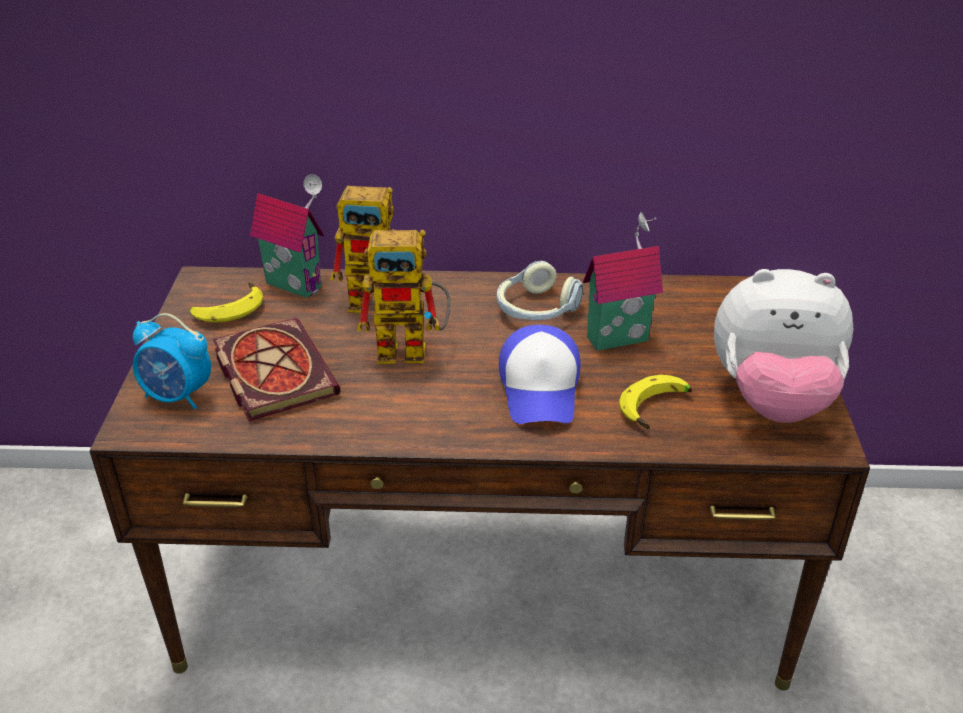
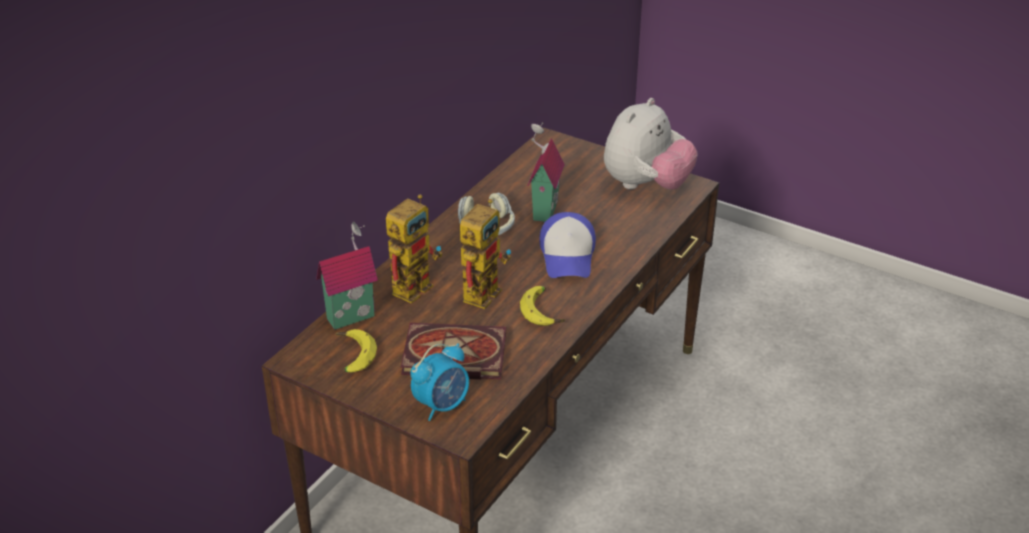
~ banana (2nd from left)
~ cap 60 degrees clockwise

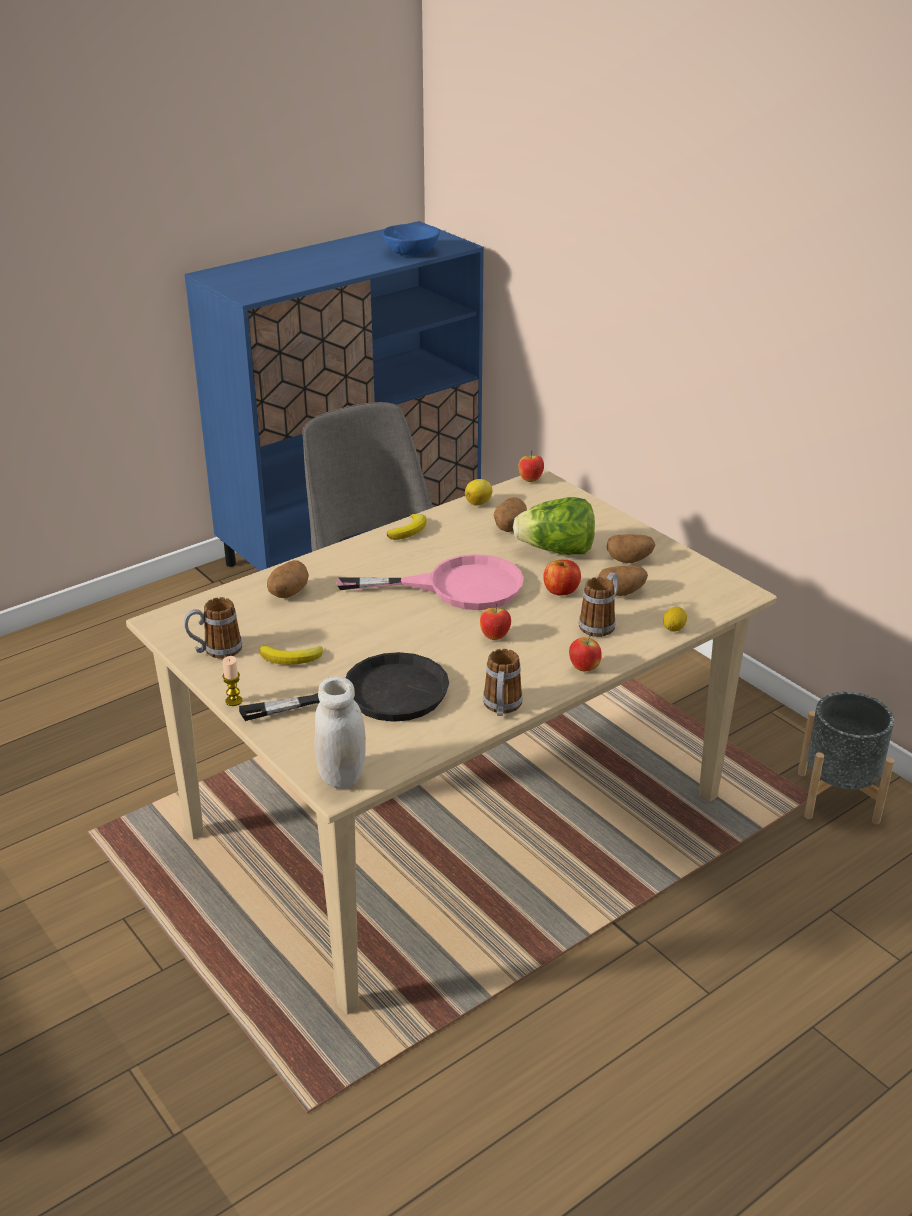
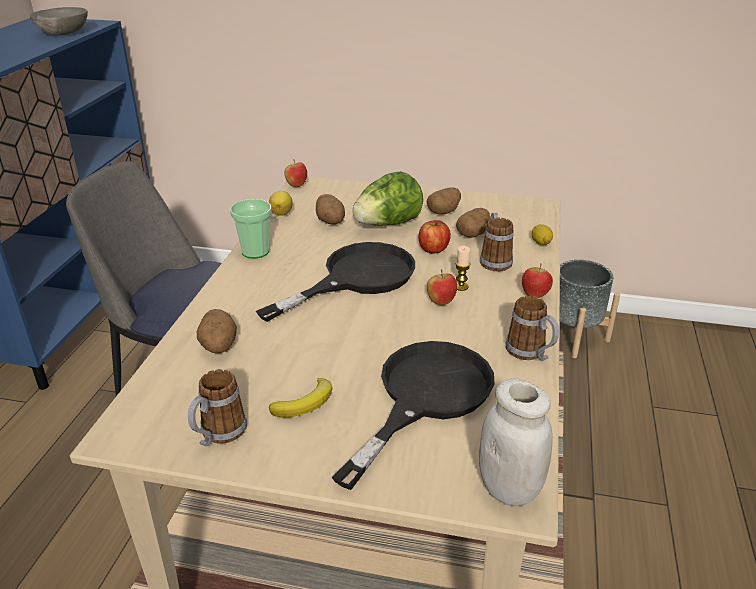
~ candle
~ banana (2nd from left) to cup
~ pink frying pan to black frying pan (1st from left)
~ blue bowl to grey bowl

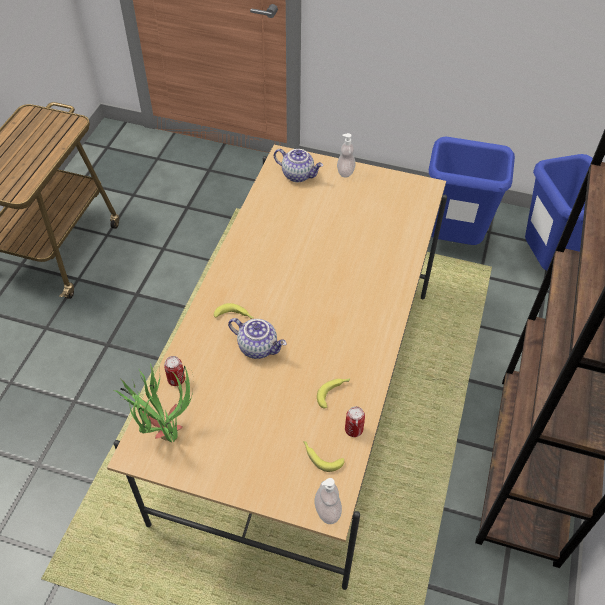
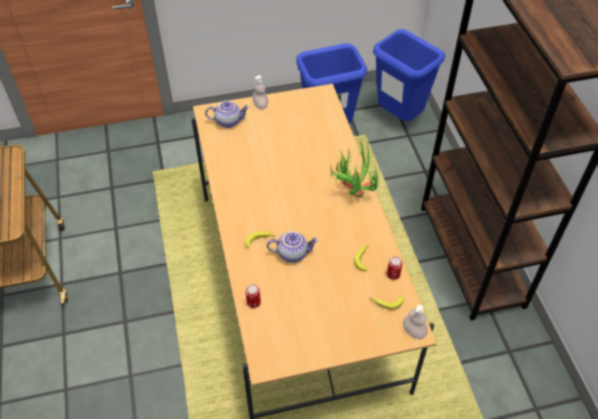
~ potted plant

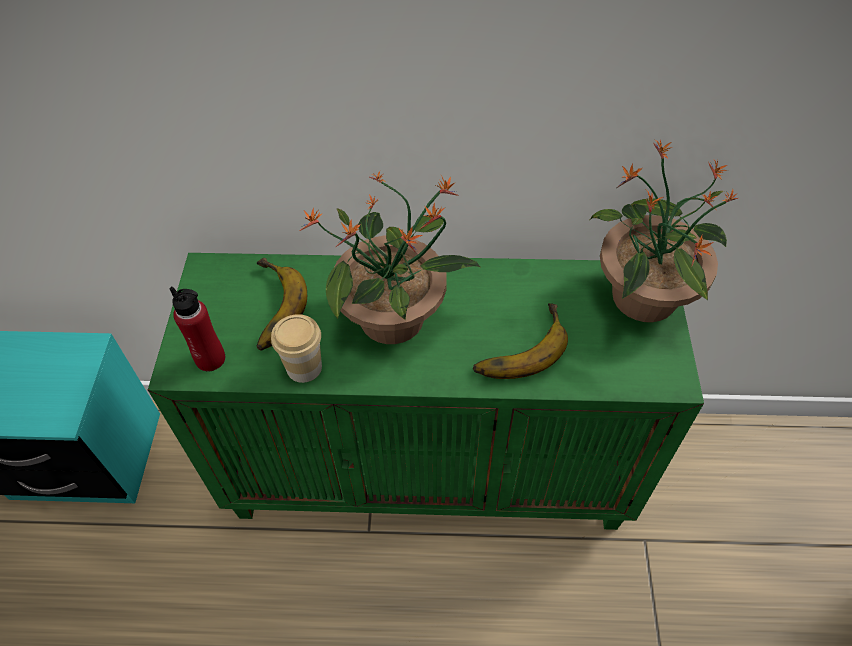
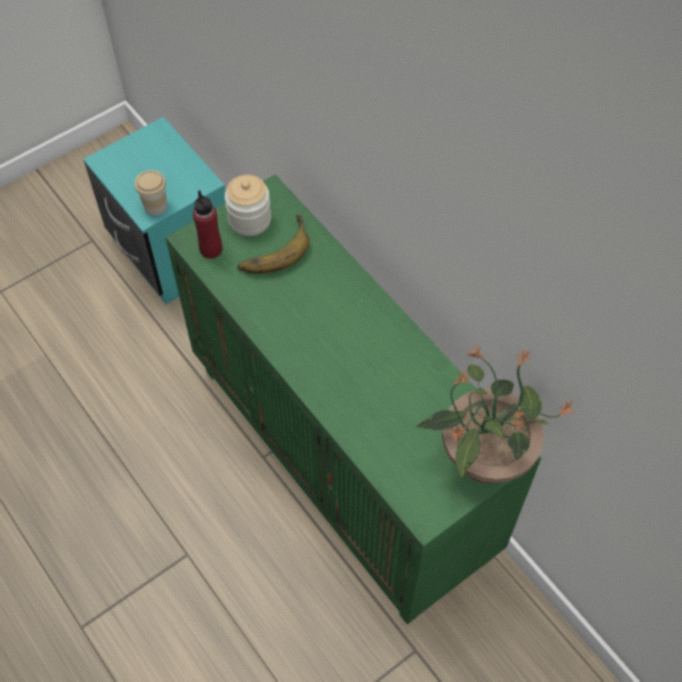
- potted plant (1st from left)
- banana (2nd from left)
+ jar
~ cup

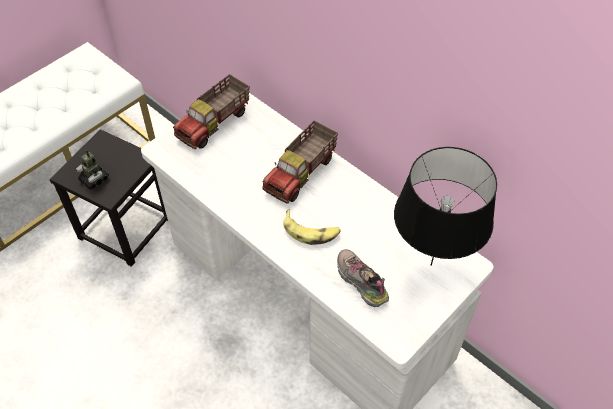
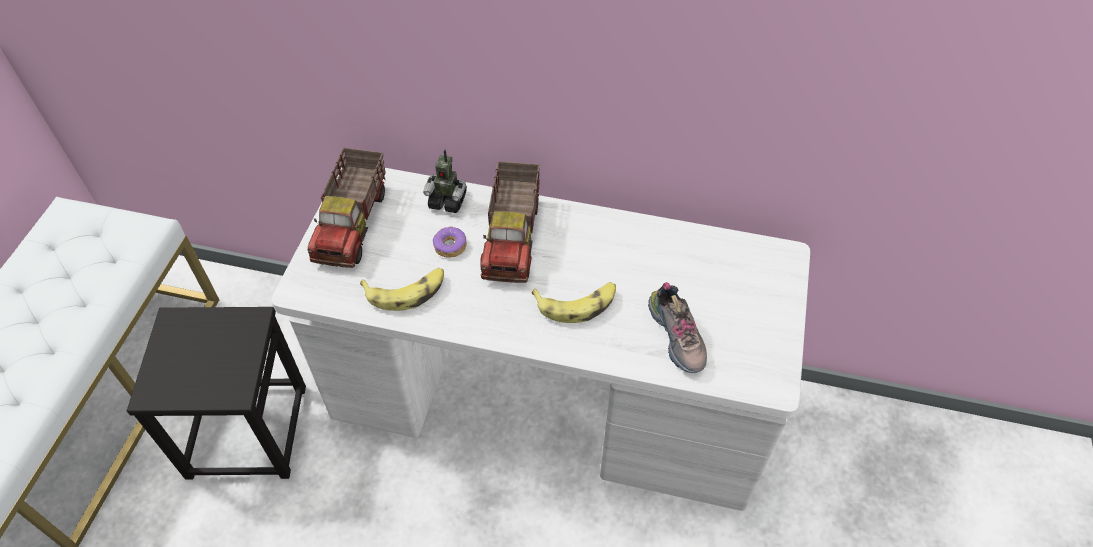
- black table lamp
+ banana (1st from left)
+ donut
~ toy robot
~ shoe 135 degrees counterclockwise

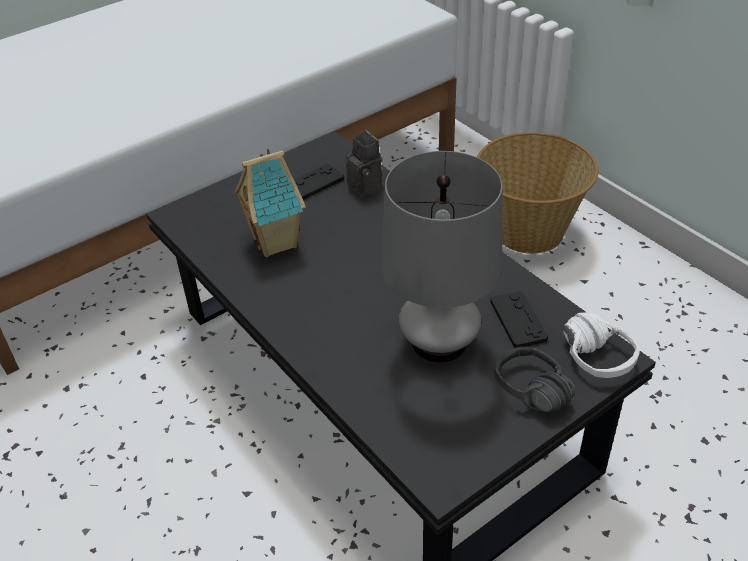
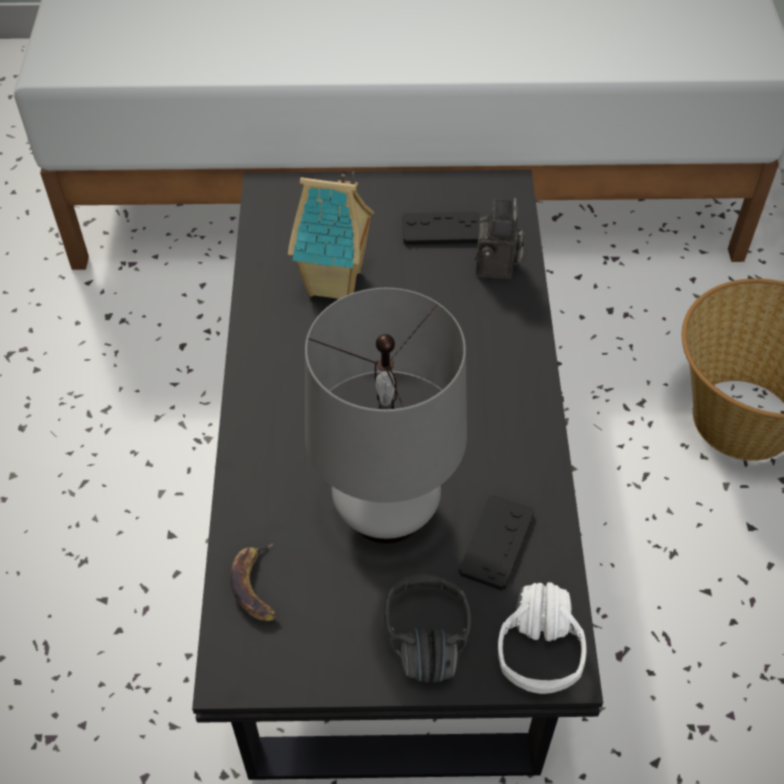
+ banana

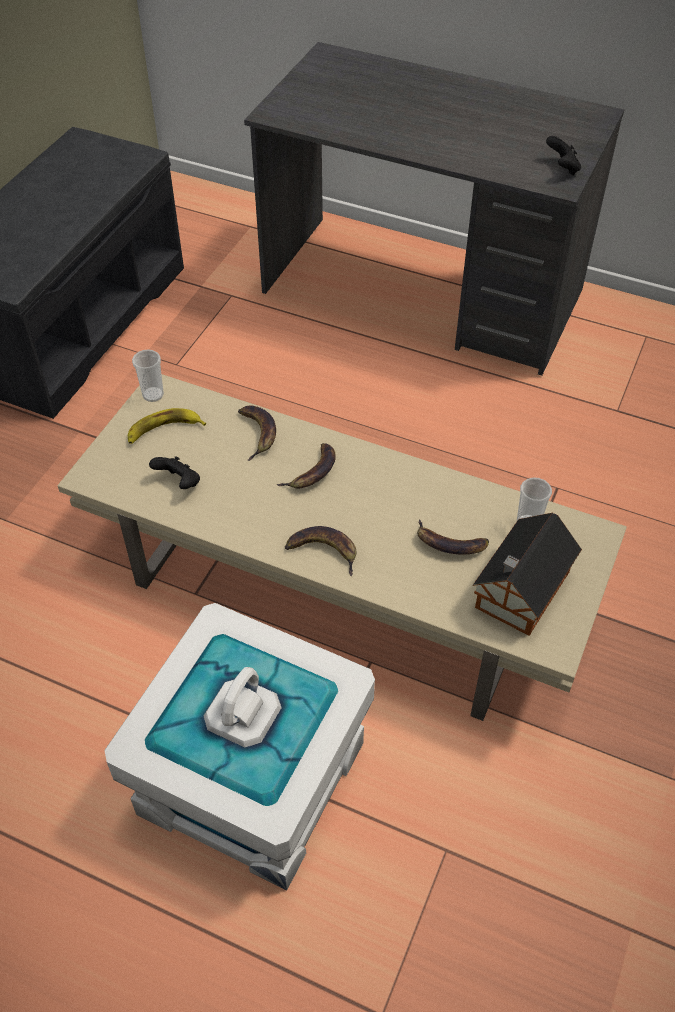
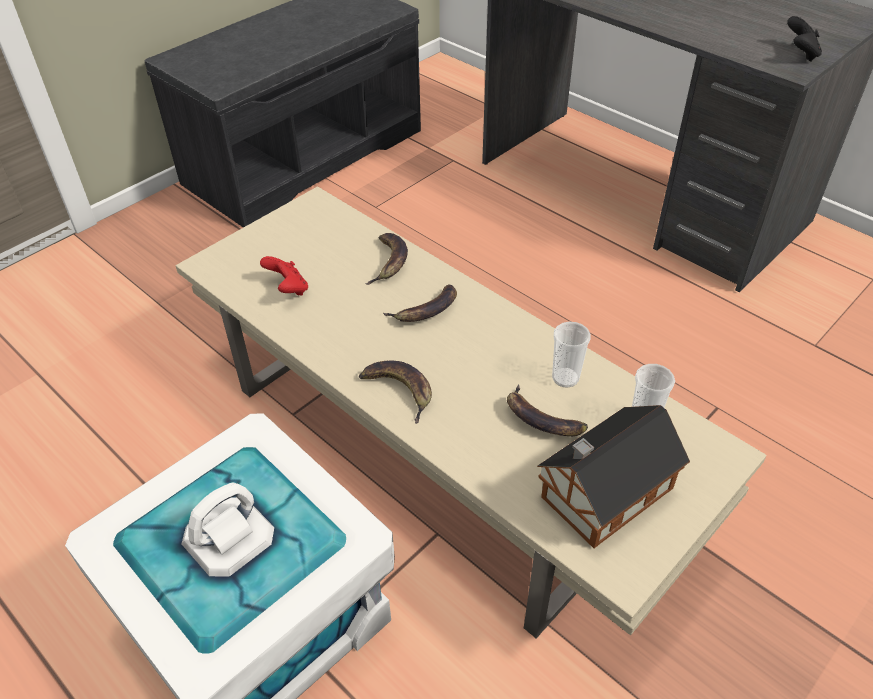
- banana (1st from left)
~ cup (1st from left)
~ black game controller (1st from left) to red game controller

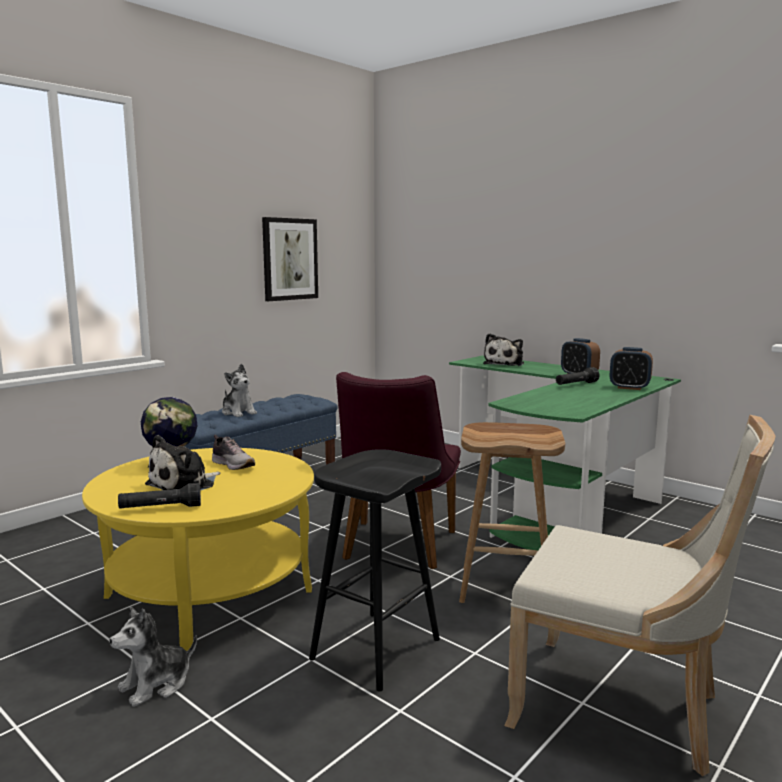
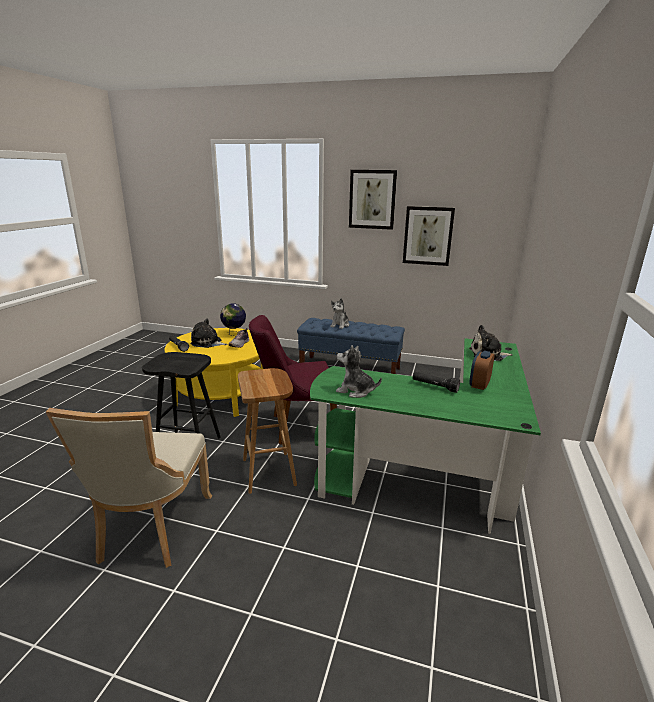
- alarm clock (2nd from left)
+ picture (1st from left)
~ plush toy (1st from left in the first image) to plush toy (3rd from left)

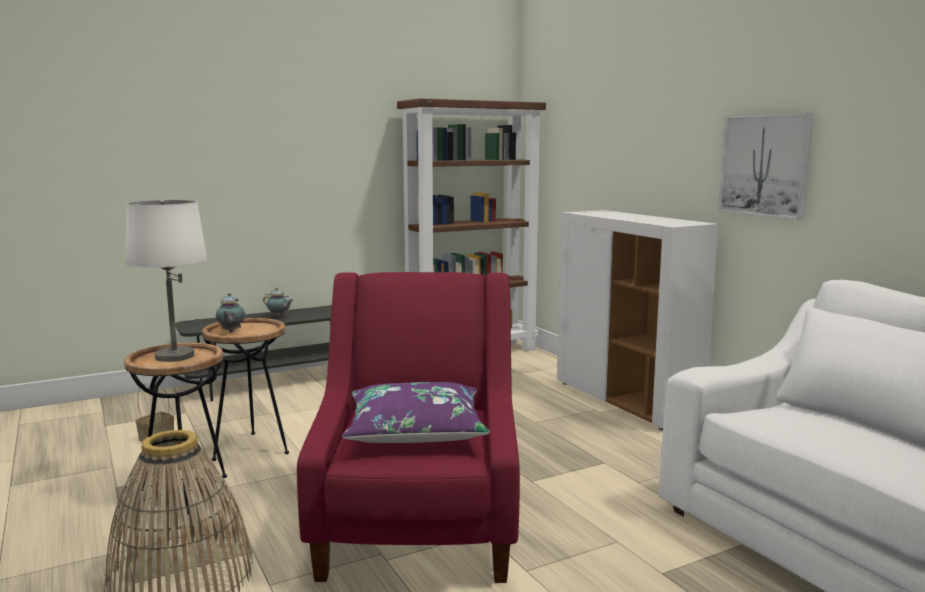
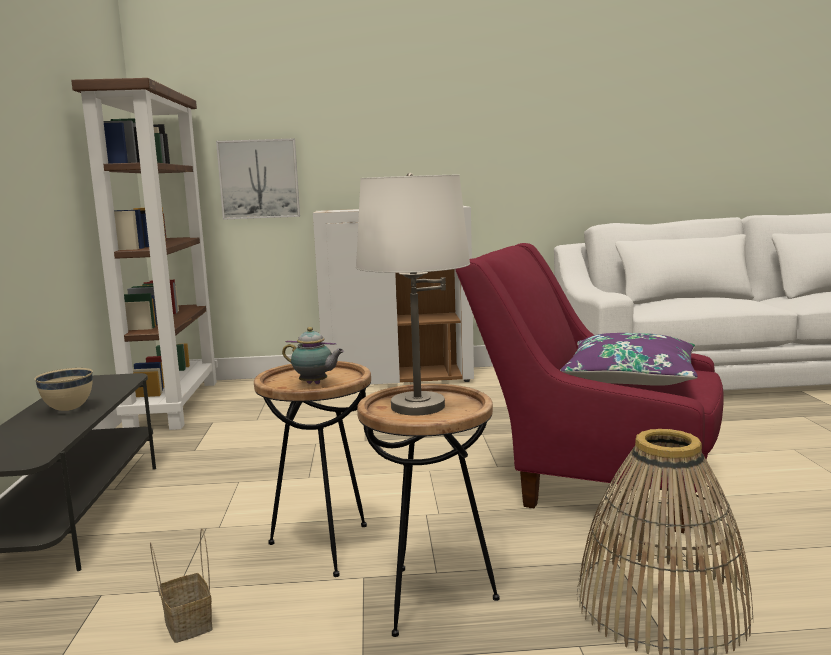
~ picture
~ teapot (2nd from left) to beige bowl

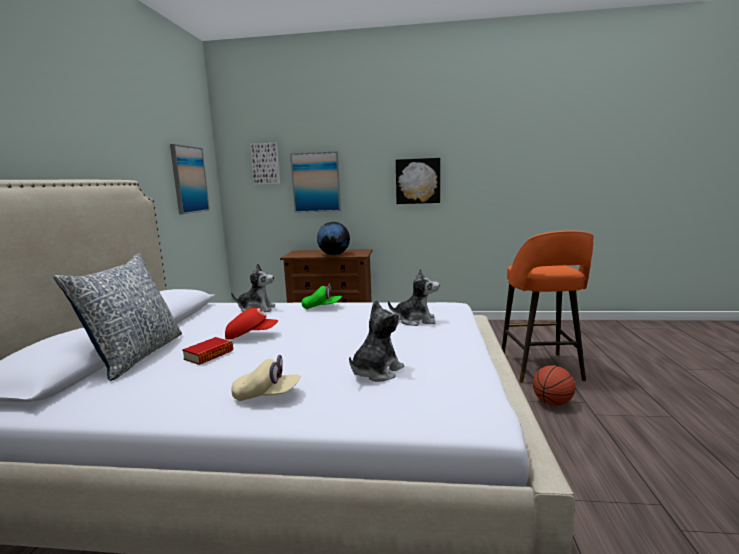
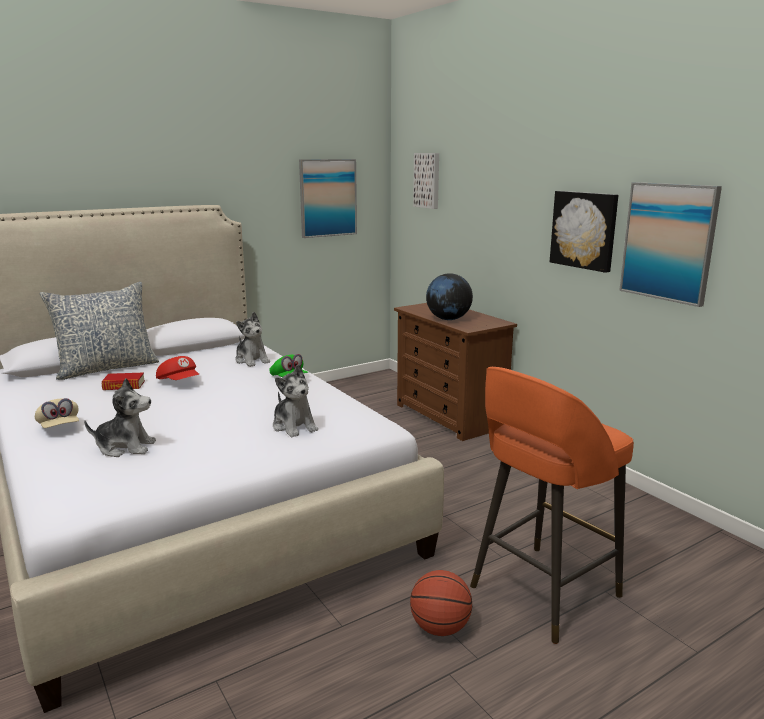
~ picture (3rd from left in the first image) to picture (4th from left)

